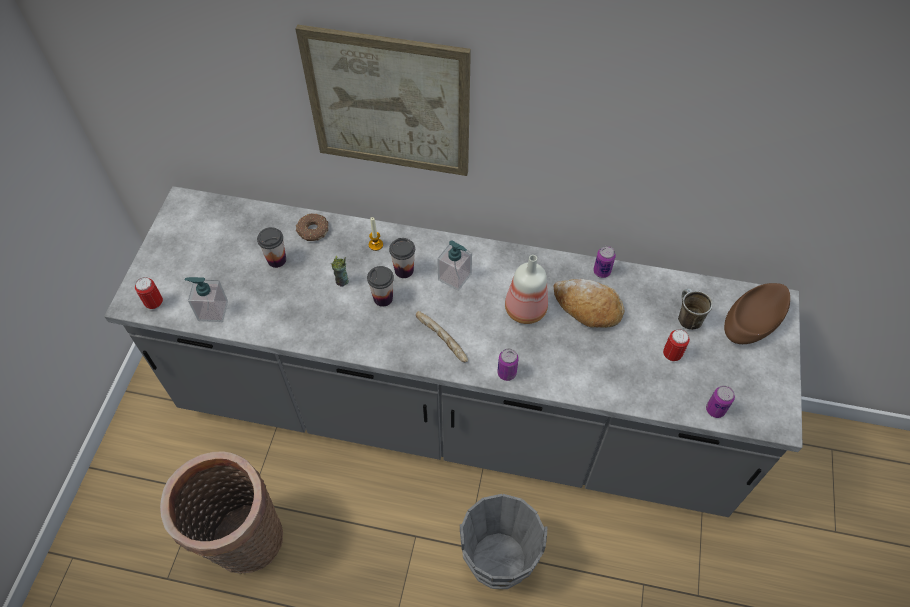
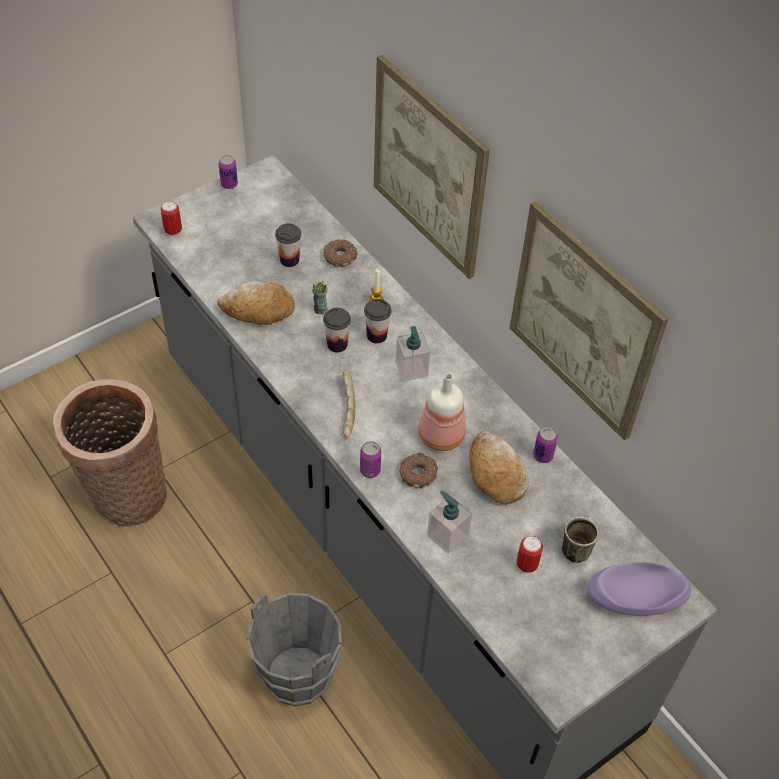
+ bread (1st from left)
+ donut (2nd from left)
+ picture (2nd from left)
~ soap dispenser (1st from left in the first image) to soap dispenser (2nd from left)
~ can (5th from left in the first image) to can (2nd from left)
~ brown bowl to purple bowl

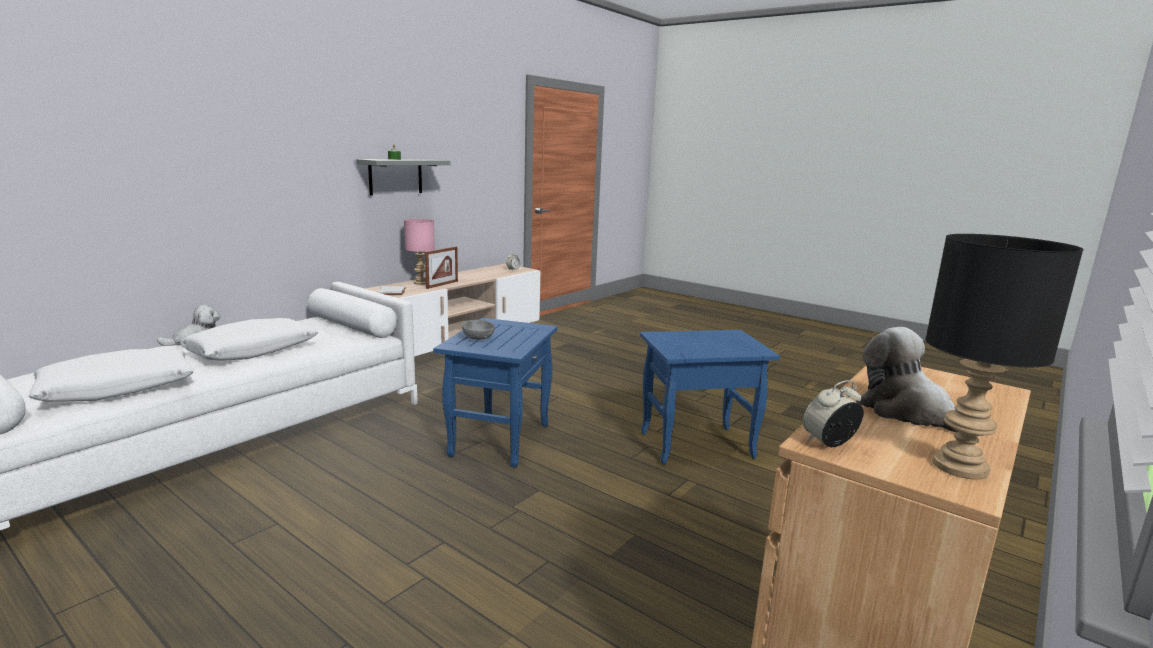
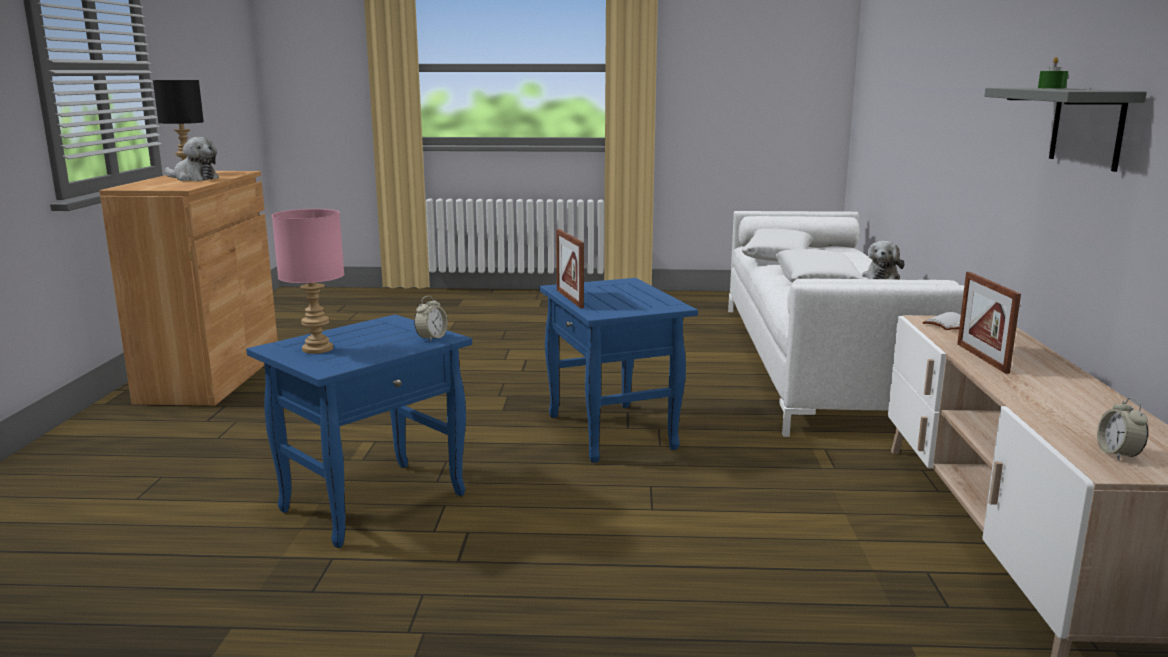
- grey bowl
+ picture frame (1st from left)
~ pink table lamp
~ alarm clock (2nd from left in the first image) to alarm clock (1st from left)

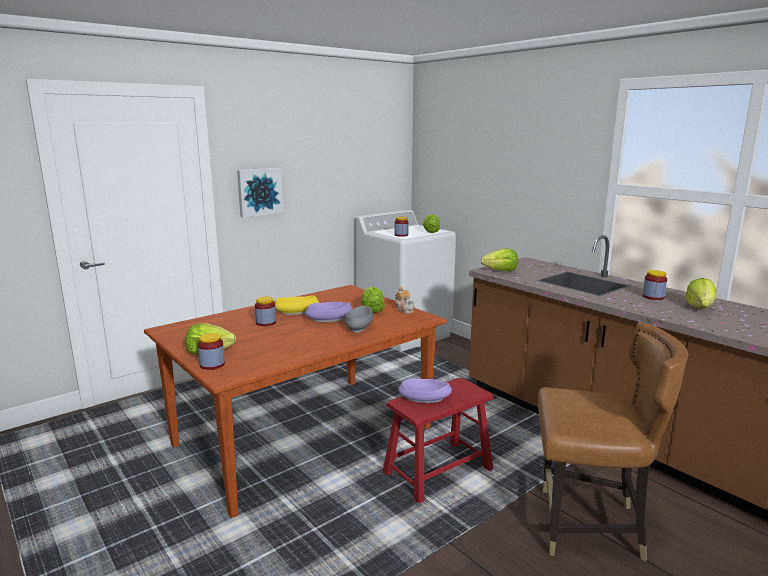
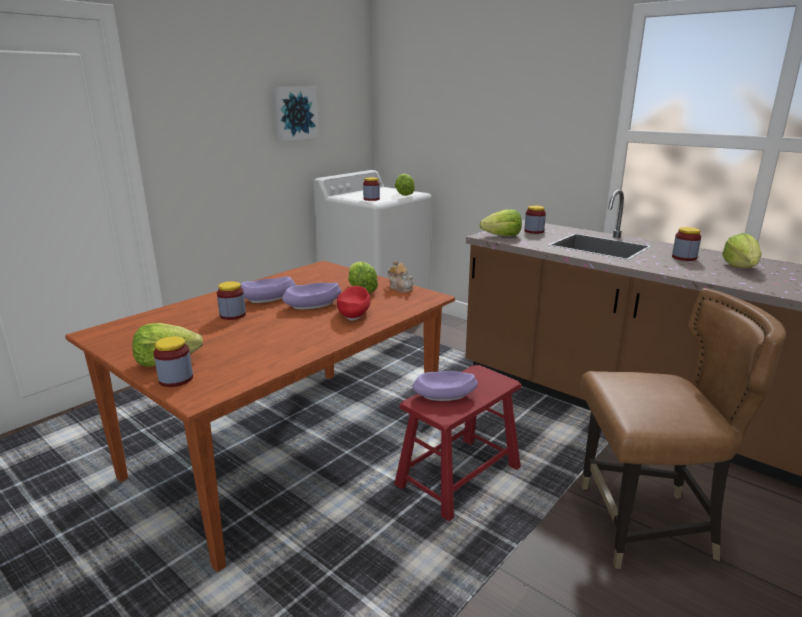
+ jar (4th from left)
~ picture
~ yellow bowl to purple bowl (1st from left)
~ grey bowl to red bowl

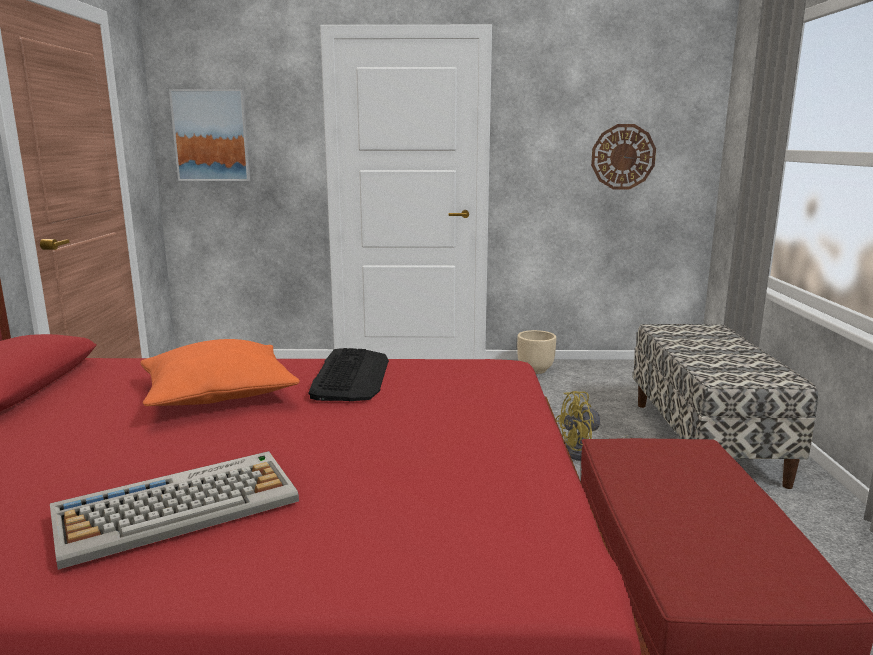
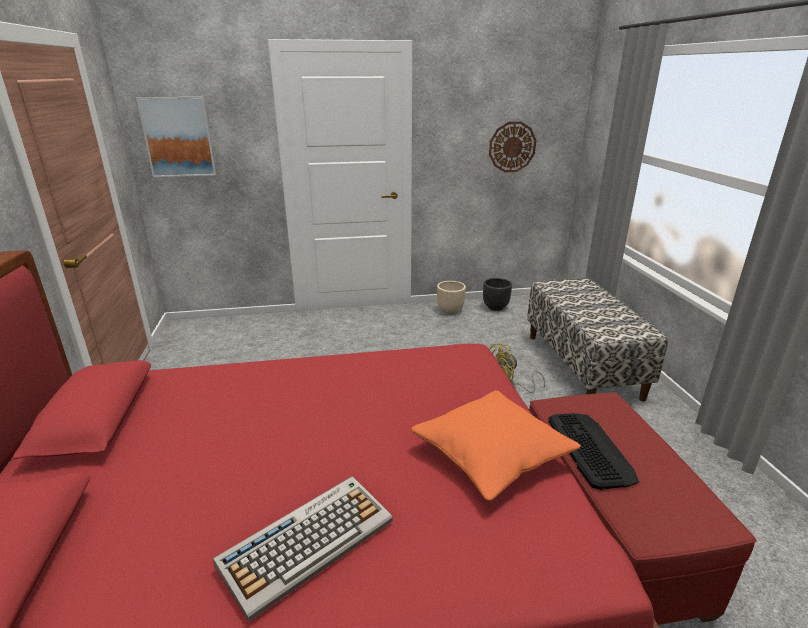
+ black planter
~ orange pillow
~ keyboard (2nd from left)

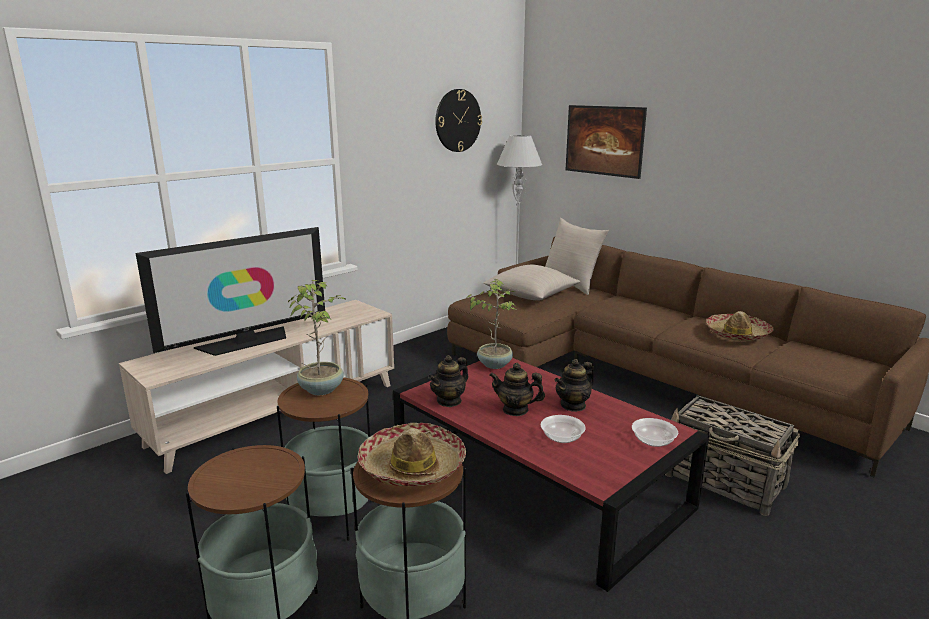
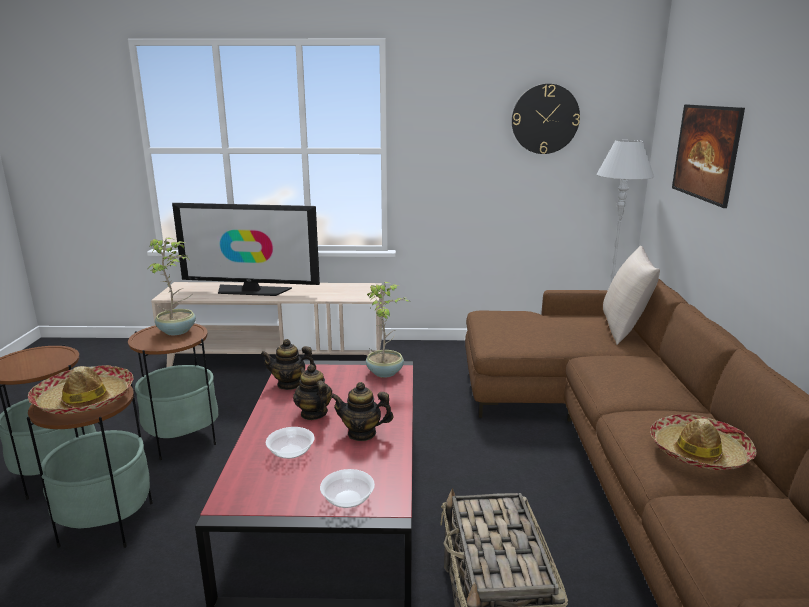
- beige pillow (1st from left)

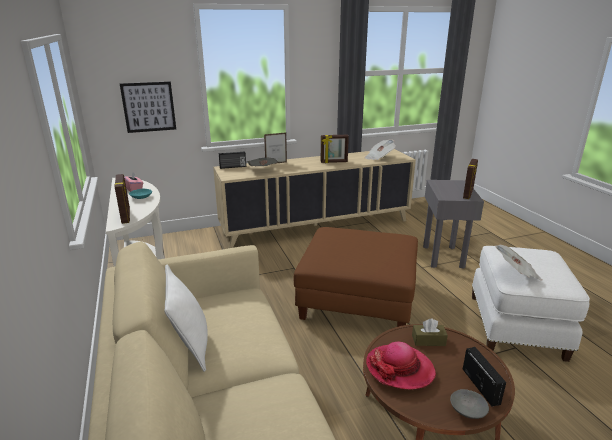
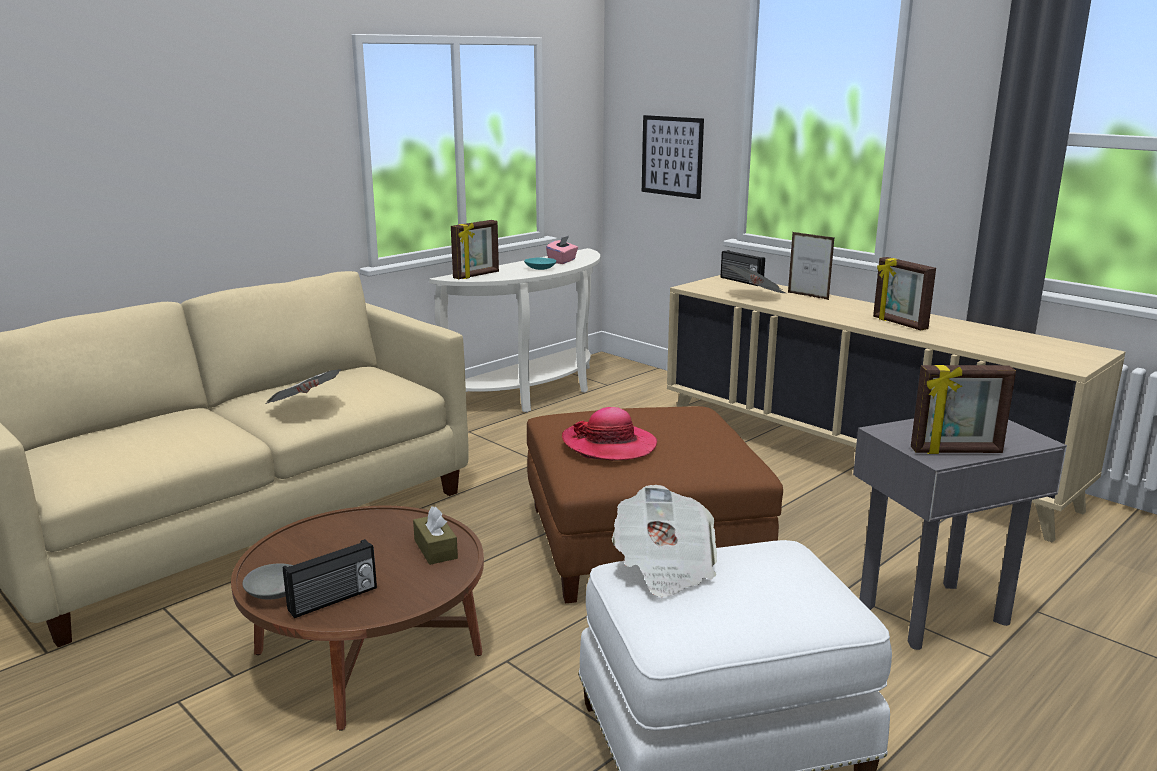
- white pillow
~ newspaper (2nd from left in the first image) to newspaper (1st from left)
~ hat

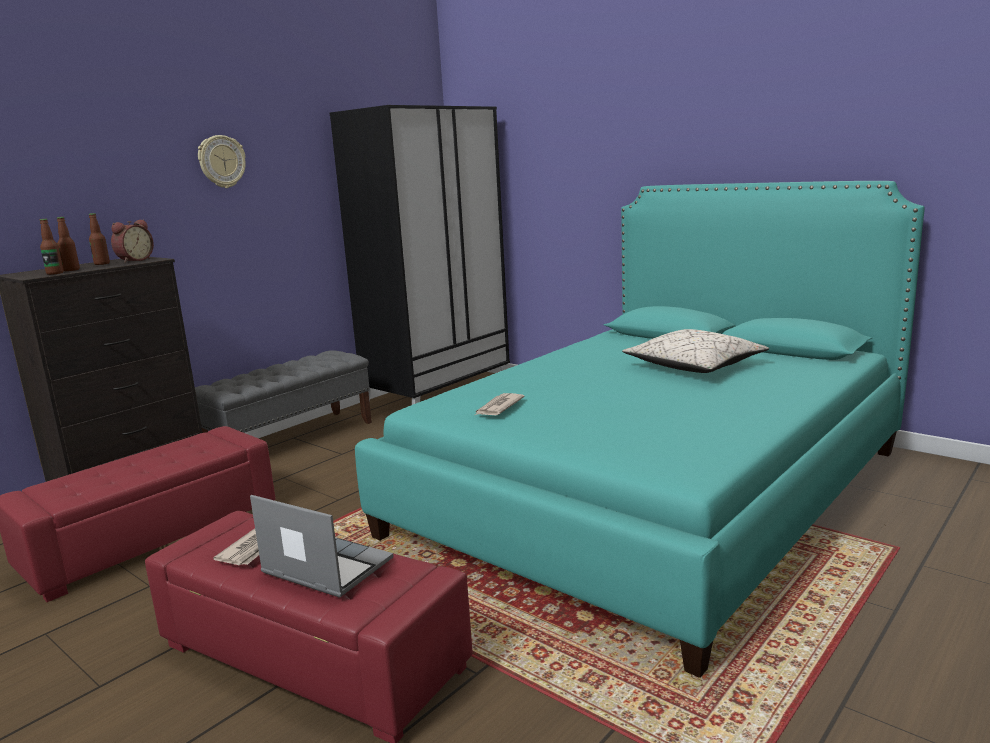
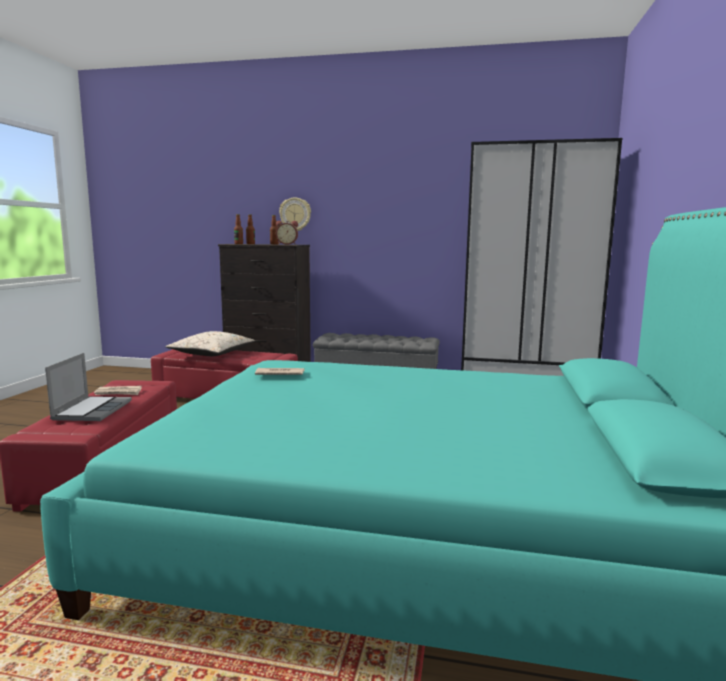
~ wall clock
~ beige pillow

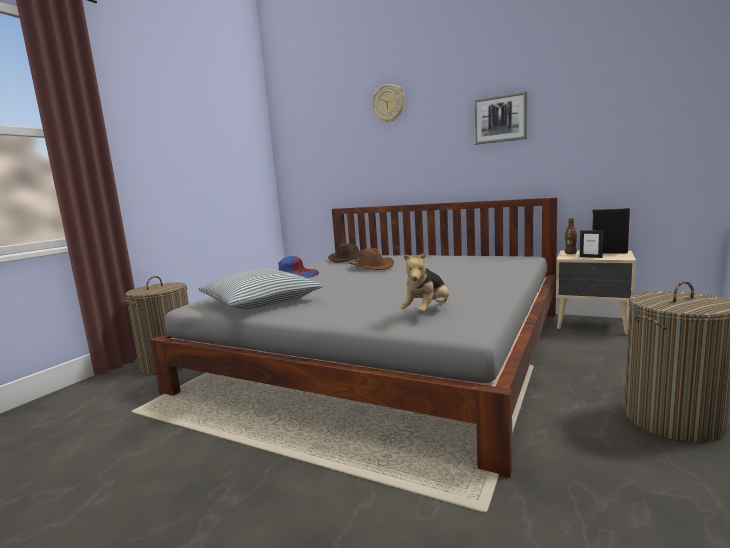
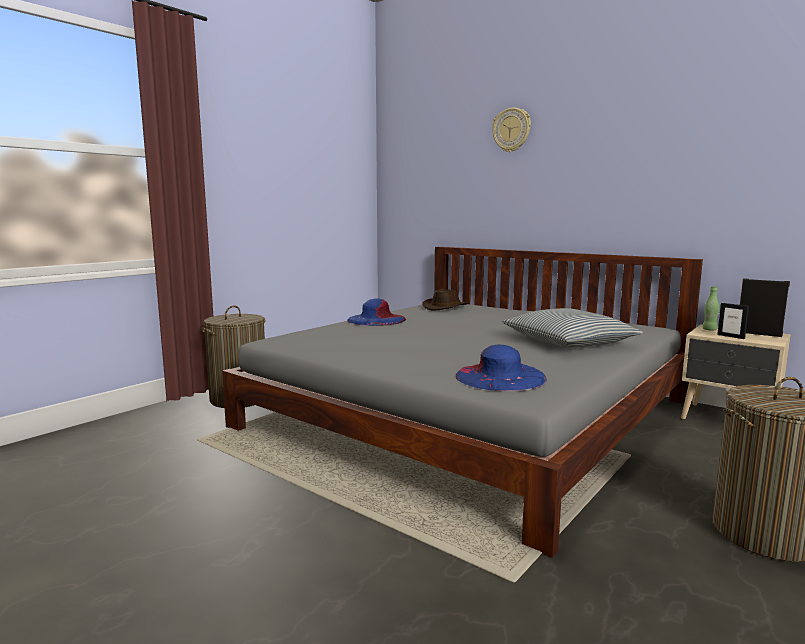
- brown hat (2nd from left)
- picture
~ pillow
~ plush toy to blue hat (2nd from left)
~ brown bottle to green bottle

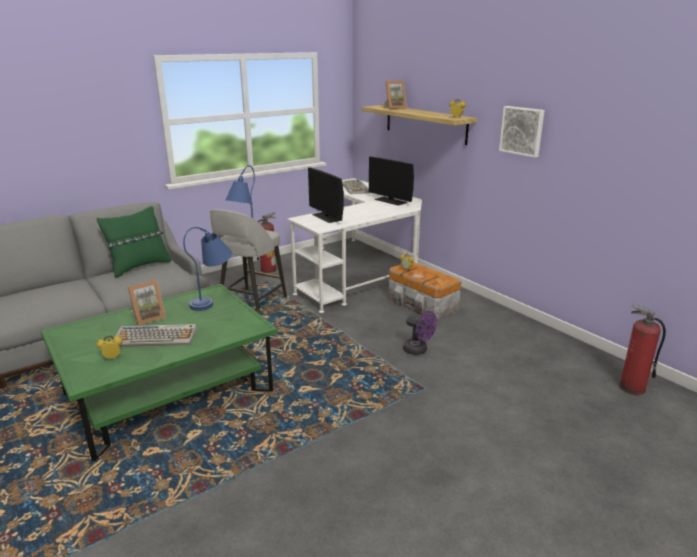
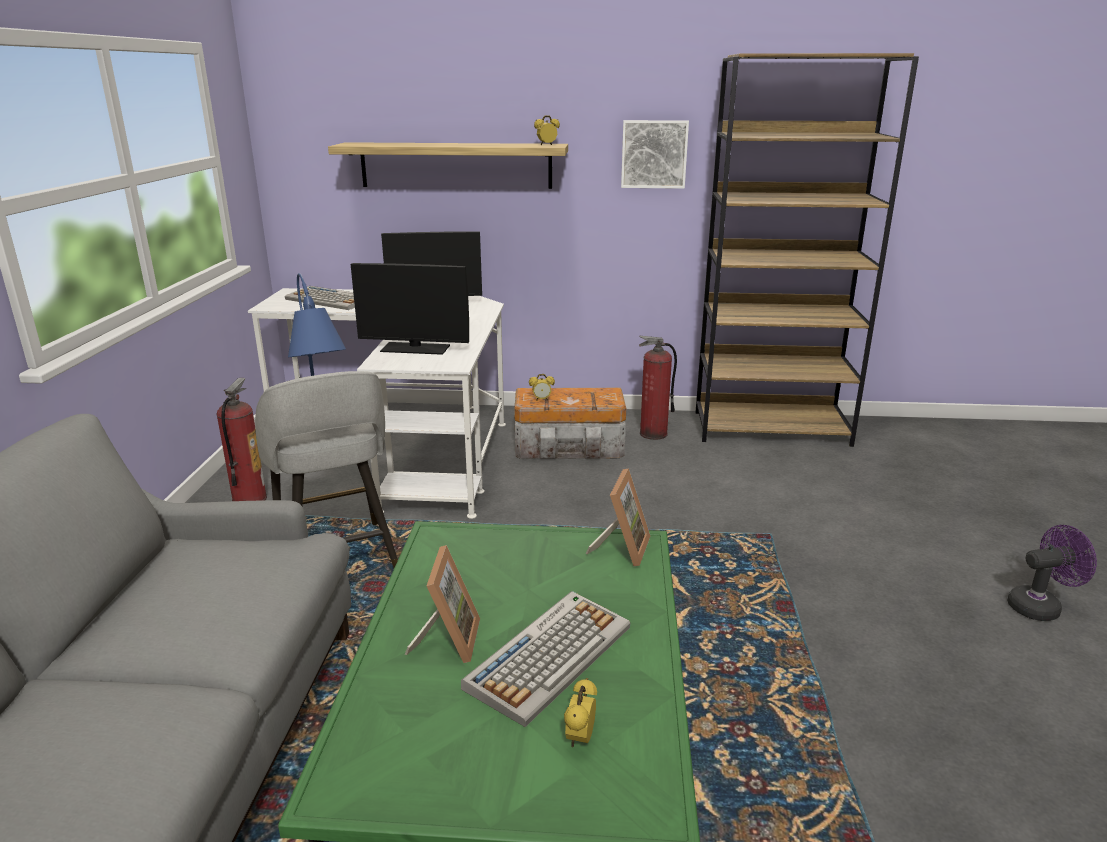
- green pillow
- blue table lamp (1st from left)
+ brown bookcase
~ picture frame (2nd from left)
~ purple fan
~ fire extinguisher (2nd from left)

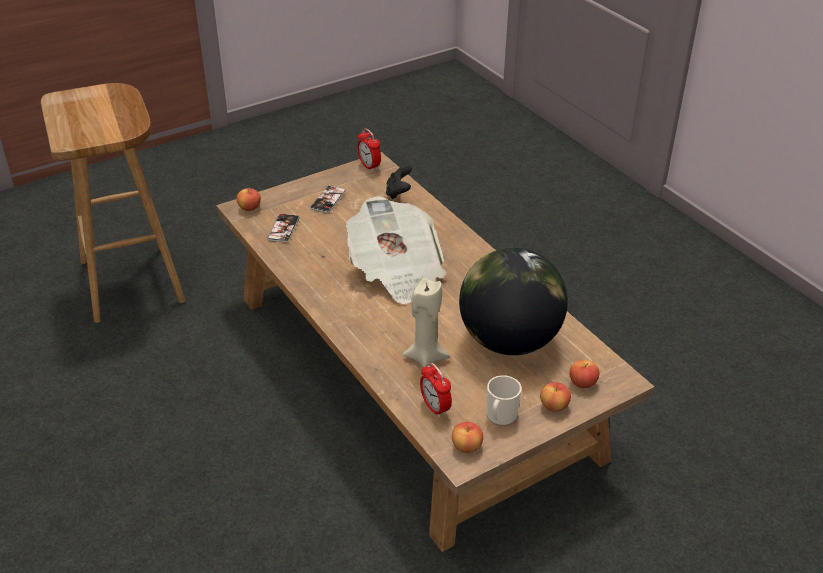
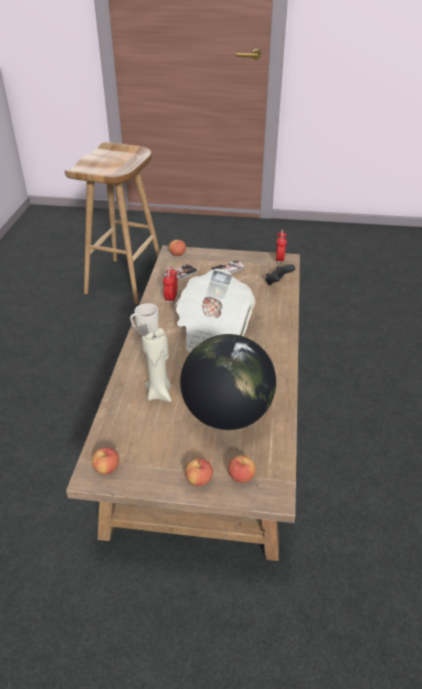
~ alarm clock (2nd from left in the first image) to alarm clock (1st from left)
~ mug

